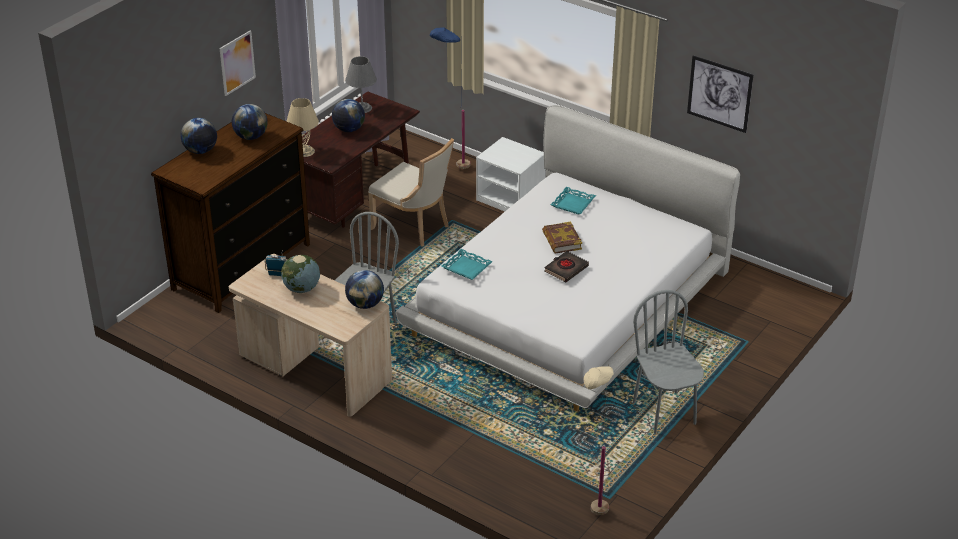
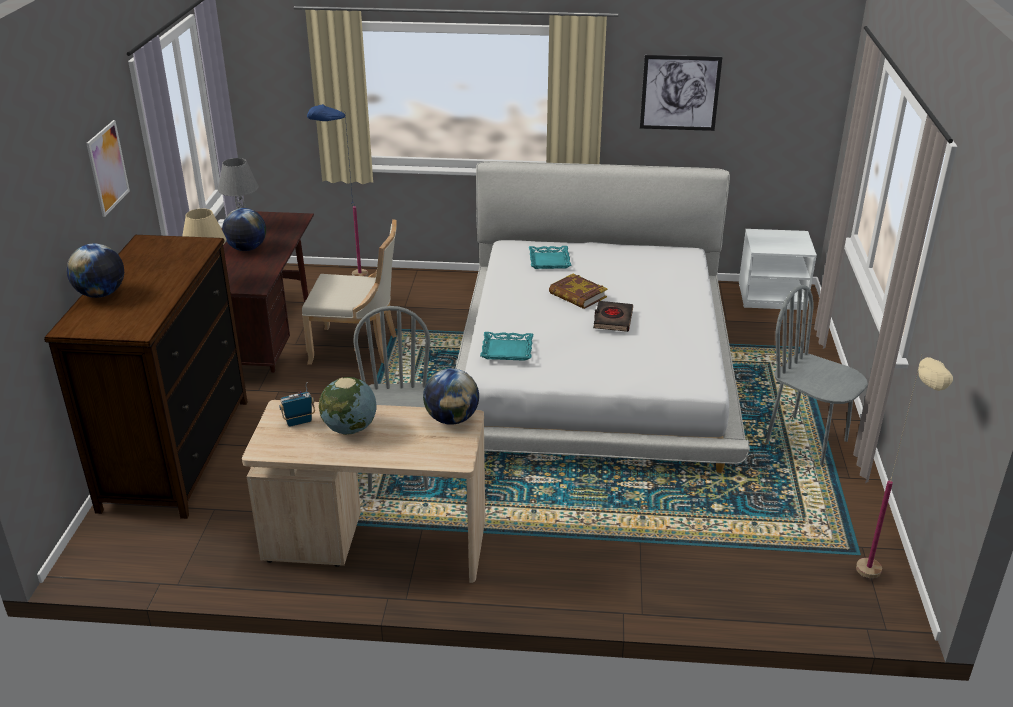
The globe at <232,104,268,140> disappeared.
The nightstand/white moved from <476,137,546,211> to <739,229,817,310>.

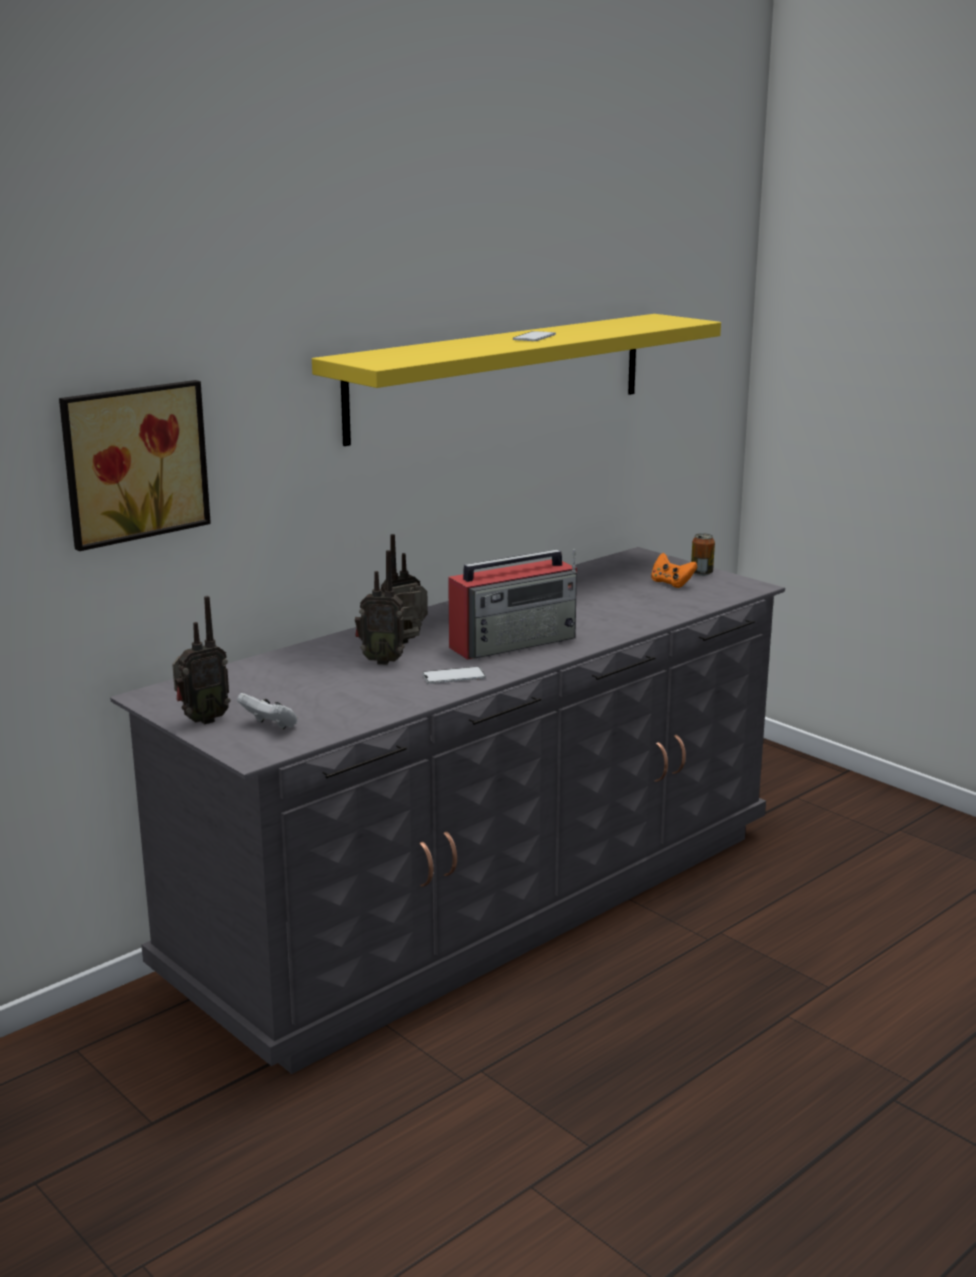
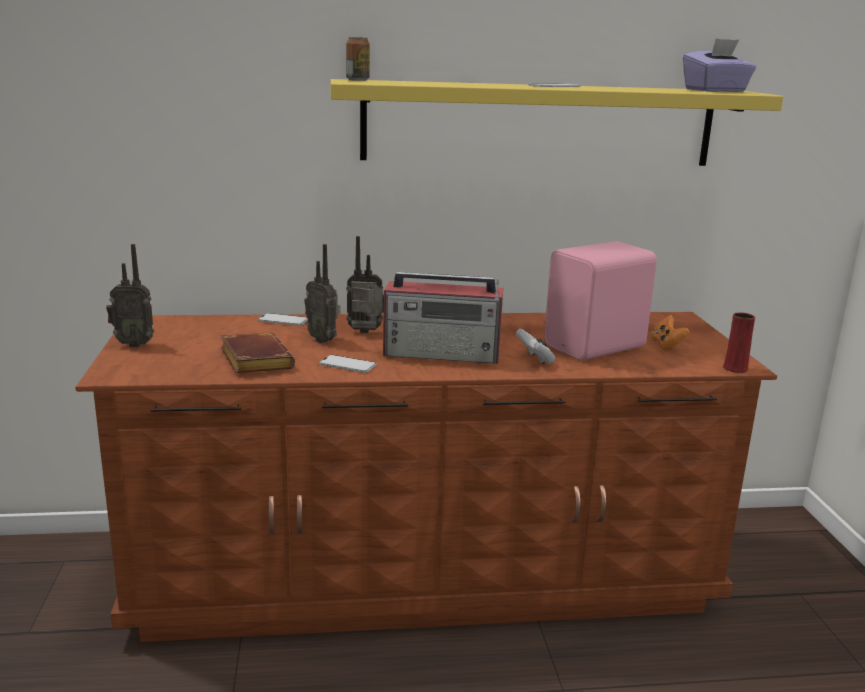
The picture at <59,380,211,551> disappeared.
The book/brown at <221,333,295,373> appeared.
The phone at <258,313,308,326> appeared.
The speaker/pink at <544,241,657,361> appeared.
The tissue box/purple at <683,38,756,92> appeared.
The vase/red at <723,312,755,373> appeared.
The game controller/white moved from <237,693,297,729> to <516,329,555,364>.
The can moved from <691,533,715,576> to <346,37,370,81>.
The dresser/grey at <110,547,785,1074> became the dresser/brown at <75,312,777,642>.

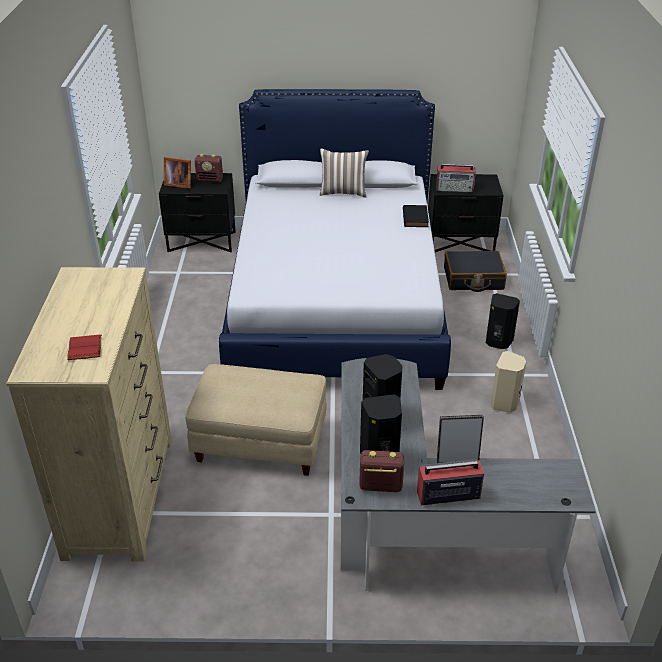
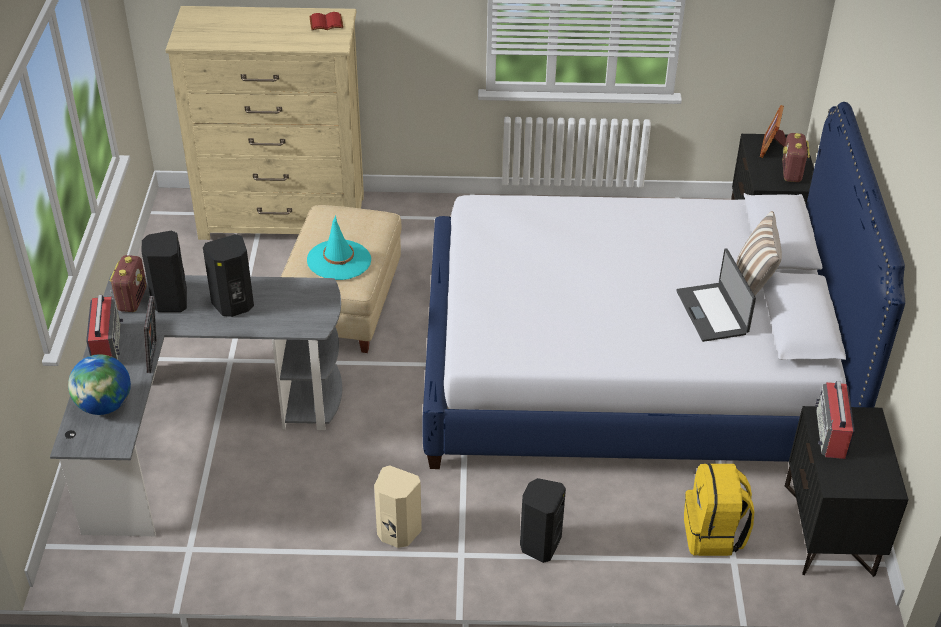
The book/black at <403,205,429,227> disappeared.
The globe at <68,354,131,415> appeared.
The hat/turquoise at <307,216,371,280> appeared.
The laptop at <676,248,756,342> appeared.
The book/red moved from <67,335,102,360> to <310,12,343,30>.
The suitcase/black at <444,251,507,292> was replaced by the backpack/yellow at <684,463,754,556>.

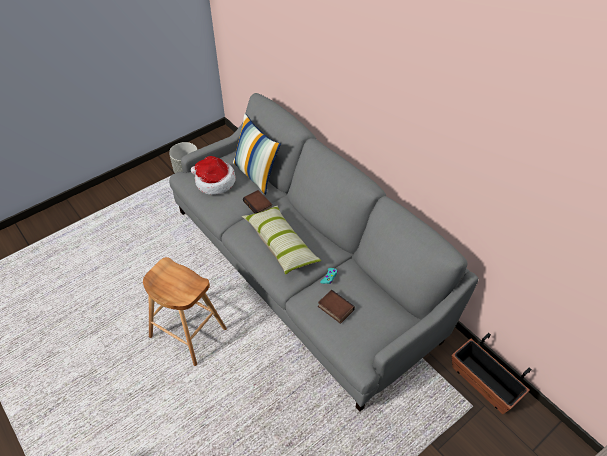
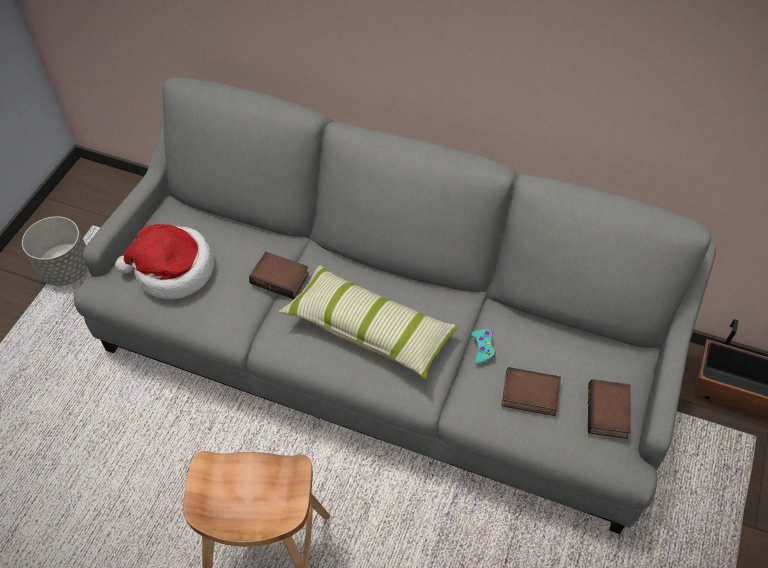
The pillow at <233,114,281,195> disappeared.
The book at <588,379,631,439> appeared.

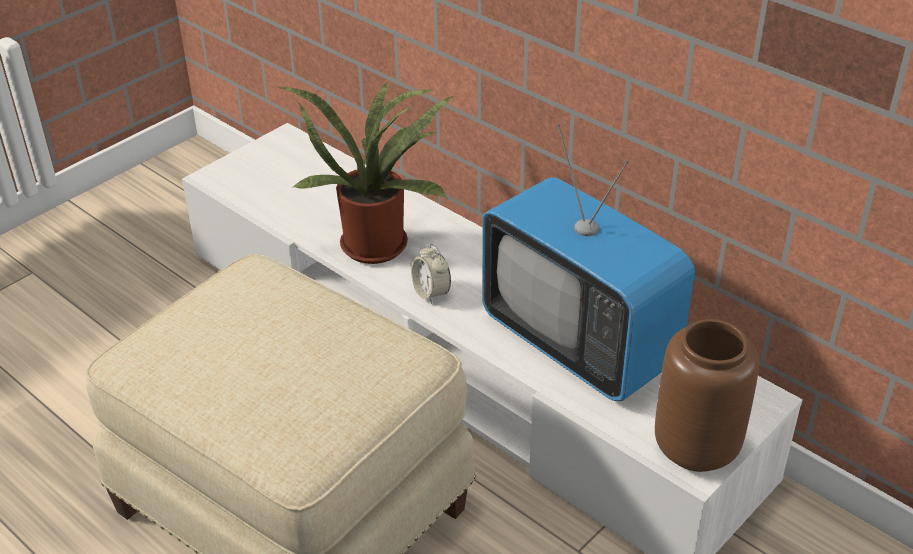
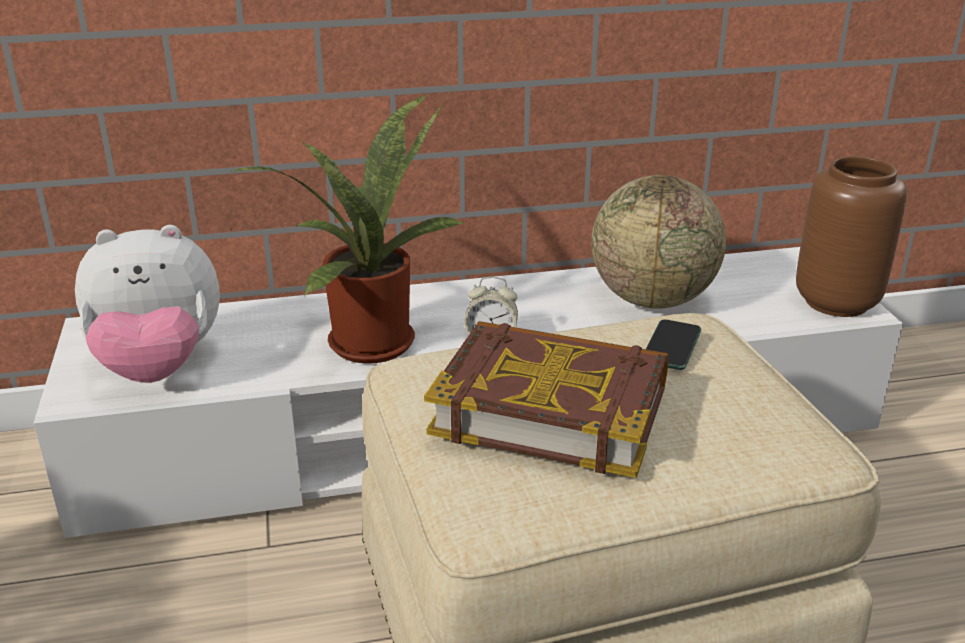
The plush toy at <75,225,220,383> appeared.
The book at <424,321,668,478> appeared.
The phone at <646,319,701,370> appeared.
The television at <482,124,695,401> was replaced by the globe at <591,175,726,308>.

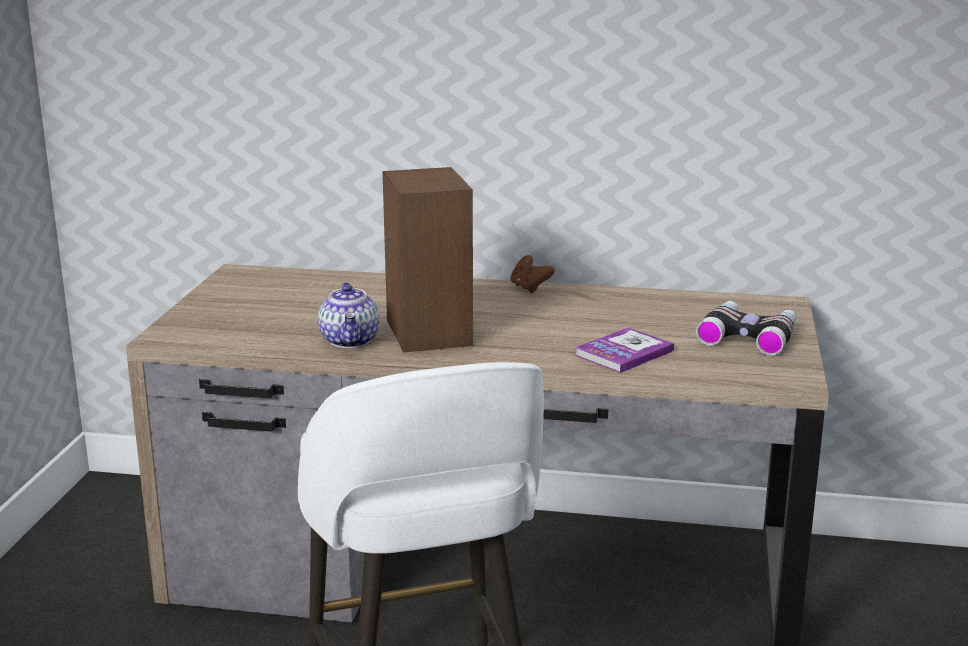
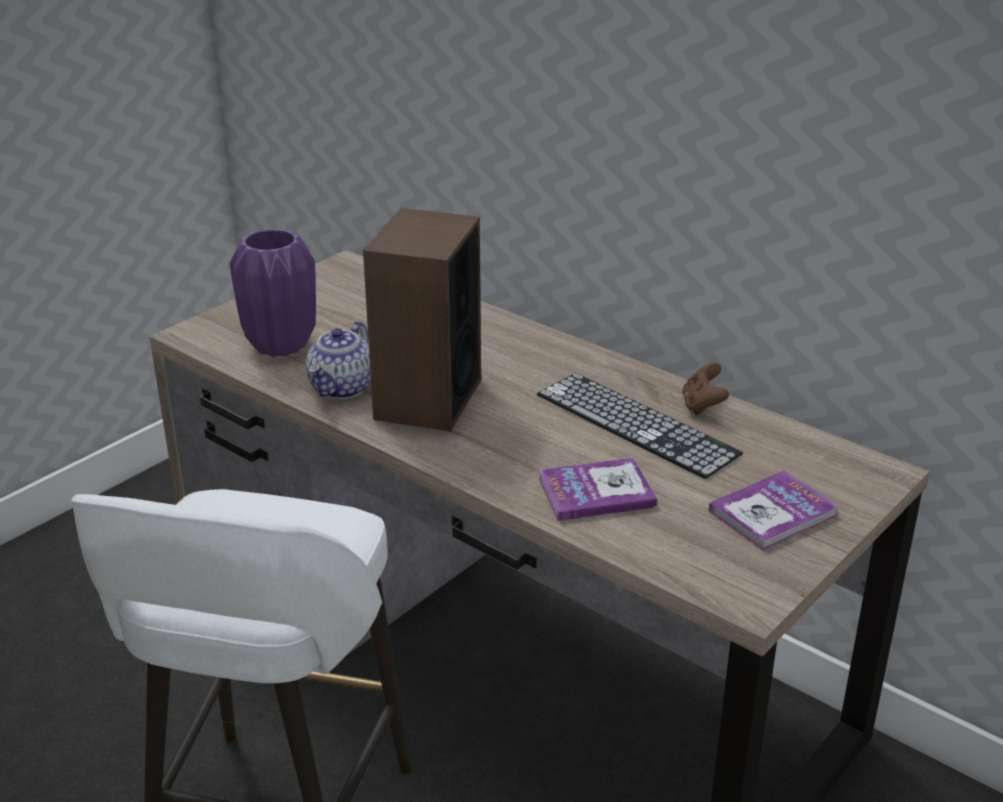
The vase/purple at <230,229,316,357> appeared.
The keyboard at <537,373,743,479> appeared.
The game controller/brown moved from <510,255,555,293> to <682,363,729,416>.
The binoculars at <696,301,796,356> was replaced by the book at <709,471,839,550>.

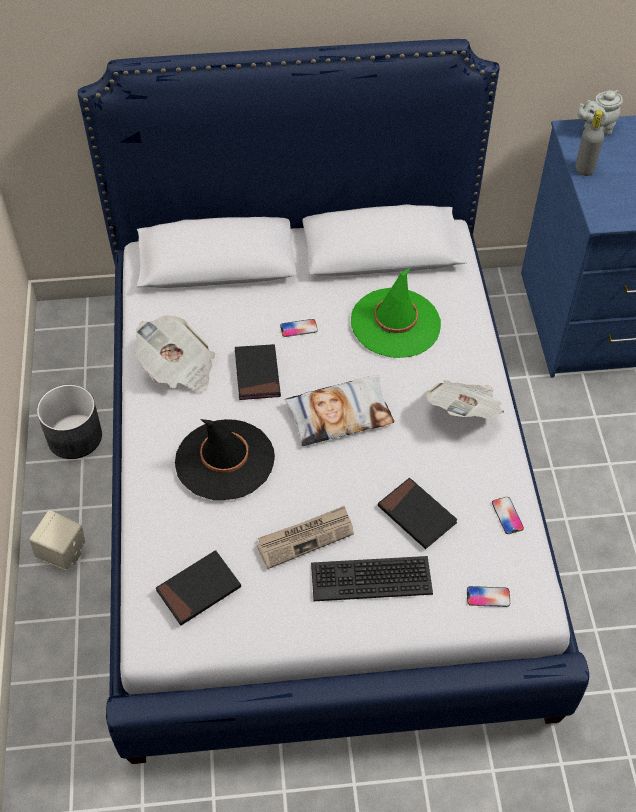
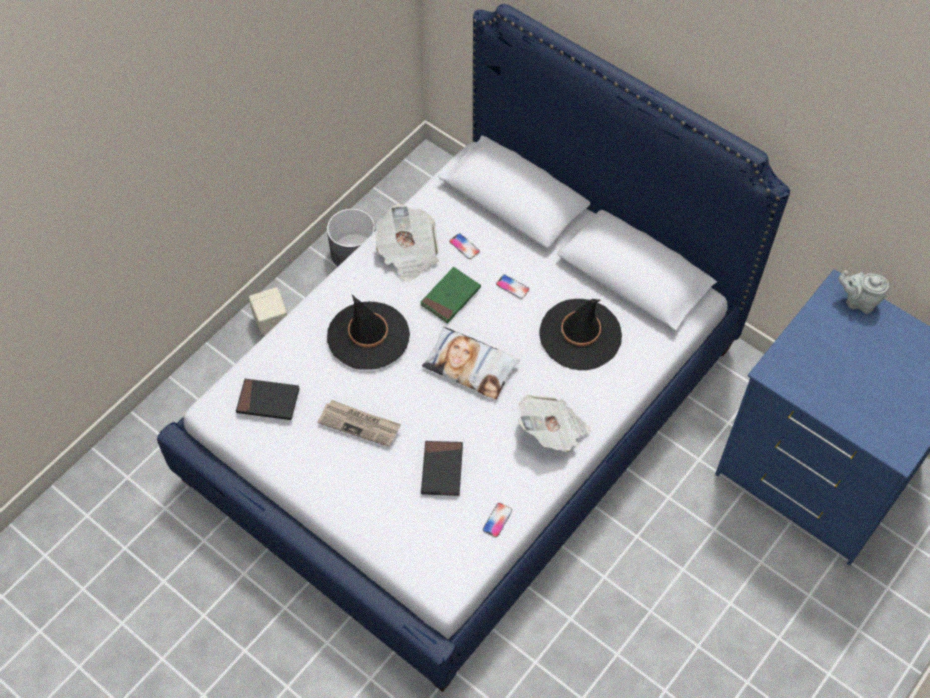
The keyboard at <311,556,433,601> disappeared.
The bottle/grey at <575,110,604,176> disappeared.
The phone moved from <467,586,510,607> to <449,233,480,259>.
The book/black at <235,344,281,400> became the book/green at <420,267,481,323>.
The hat/green at <351,267,441,358> became the hat/black at <539,299,622,370>.

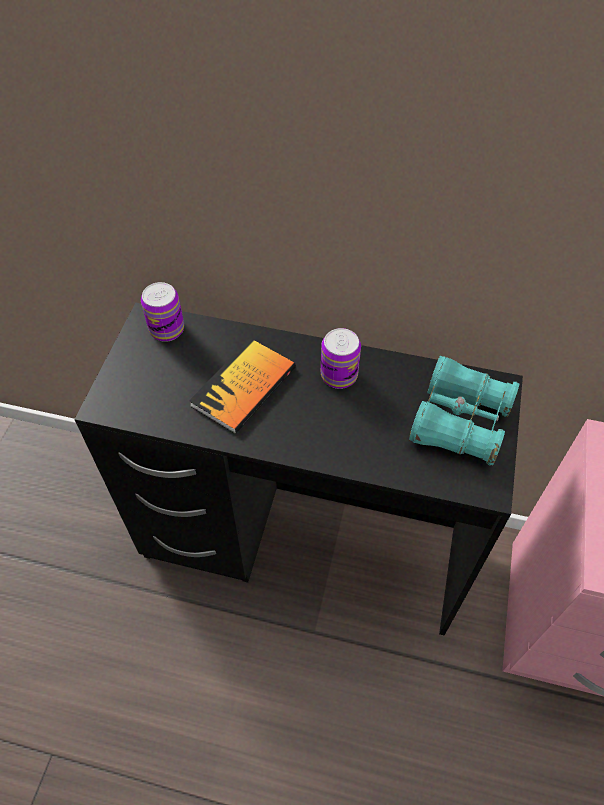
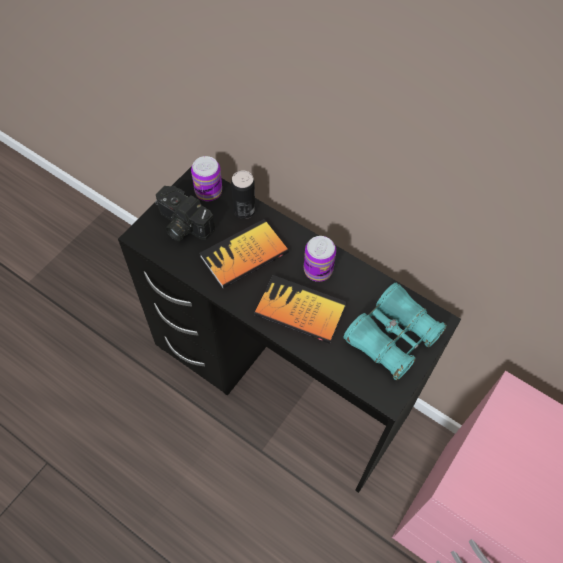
The photo camera at <155,186,215,241> appeared.
The can at <231,170,255,219> appeared.
The book at <254,275,346,344> appeared.

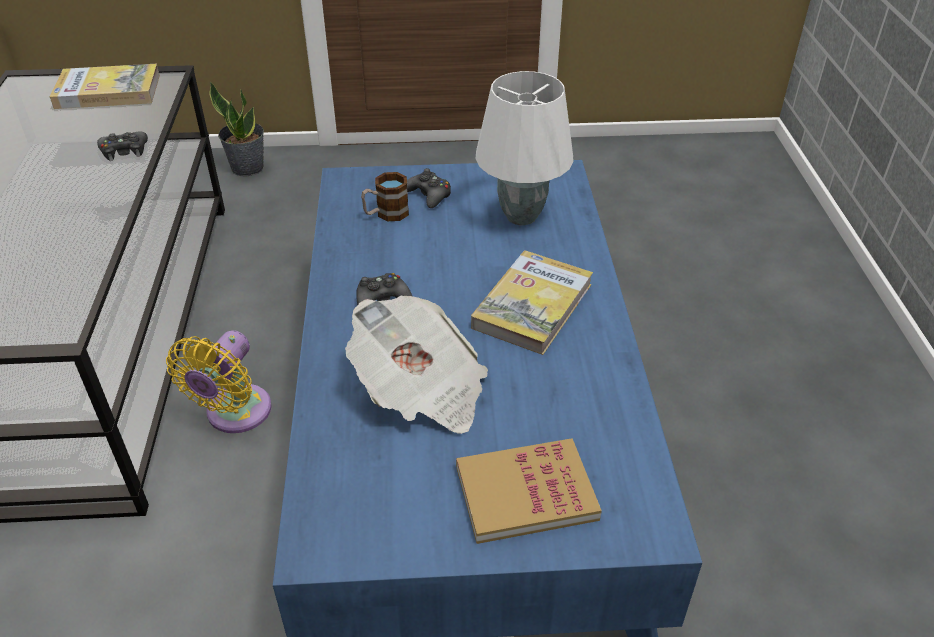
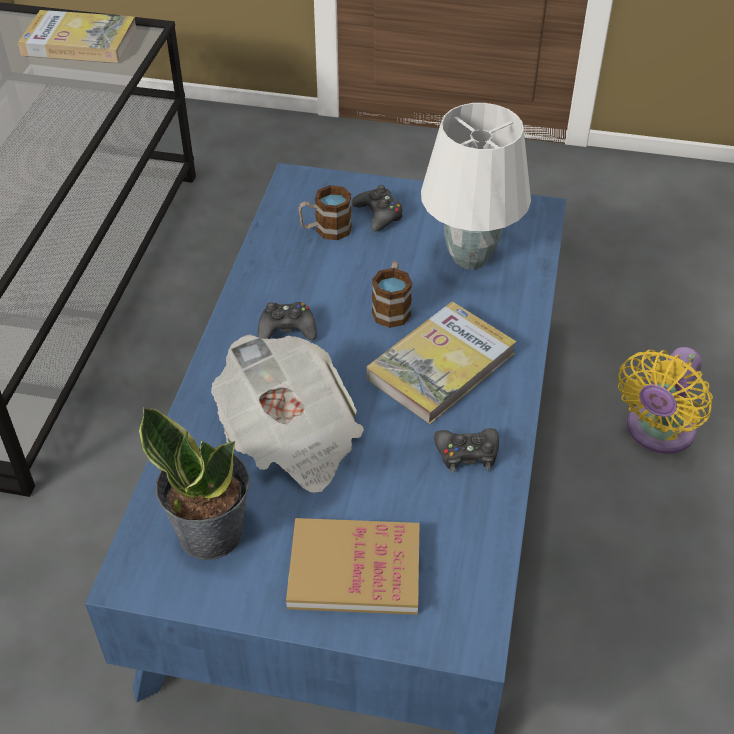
The mug at <372,261,412,328> appeared.
The game controller/black moved from <97,131,148,161> to <434,428,499,472>.
The fan/yellow moved from <166,330,272,433> to <618,347,713,454>.
The potted plant moved from <209,82,264,177> to <139,407,249,560>.

